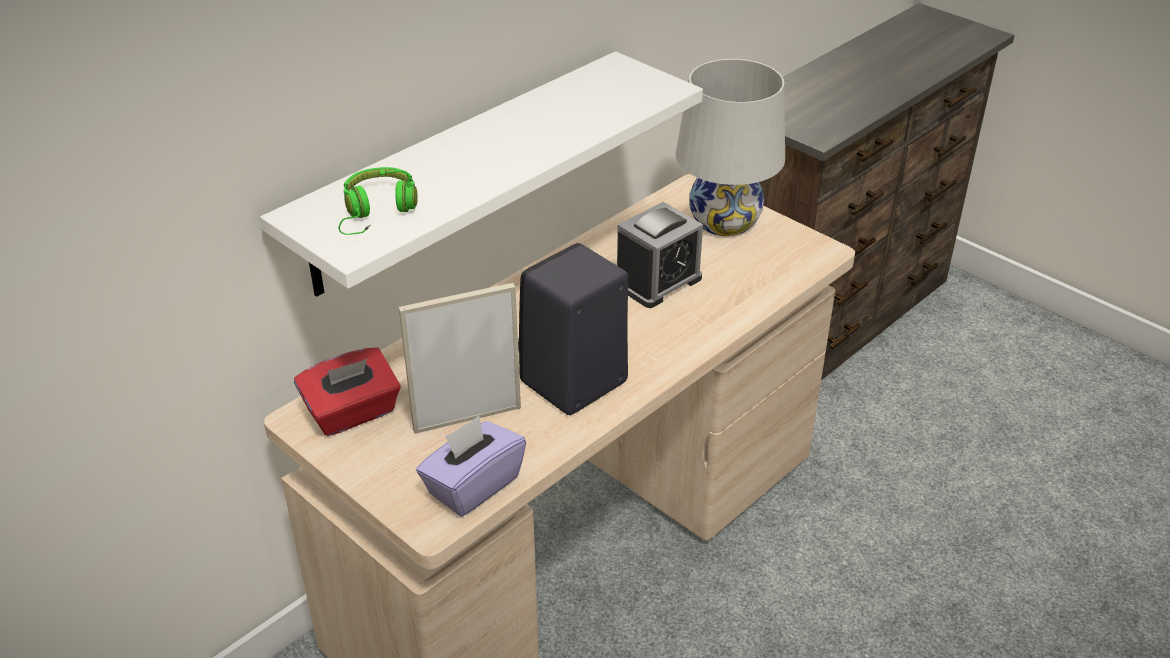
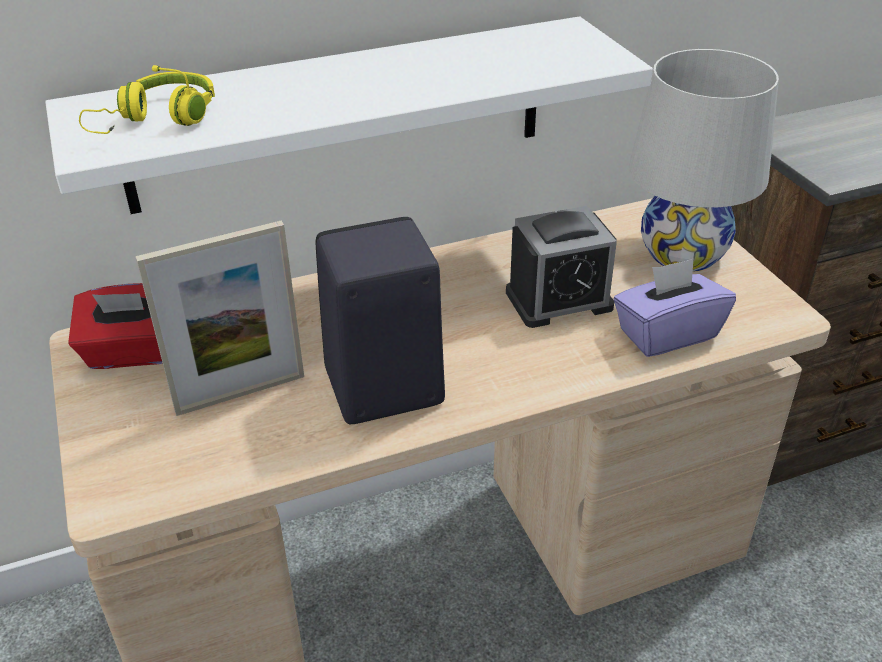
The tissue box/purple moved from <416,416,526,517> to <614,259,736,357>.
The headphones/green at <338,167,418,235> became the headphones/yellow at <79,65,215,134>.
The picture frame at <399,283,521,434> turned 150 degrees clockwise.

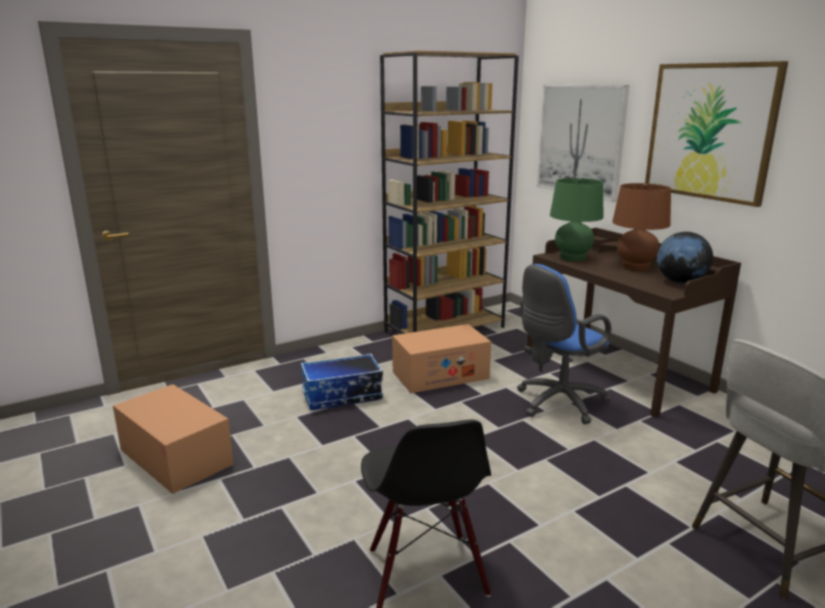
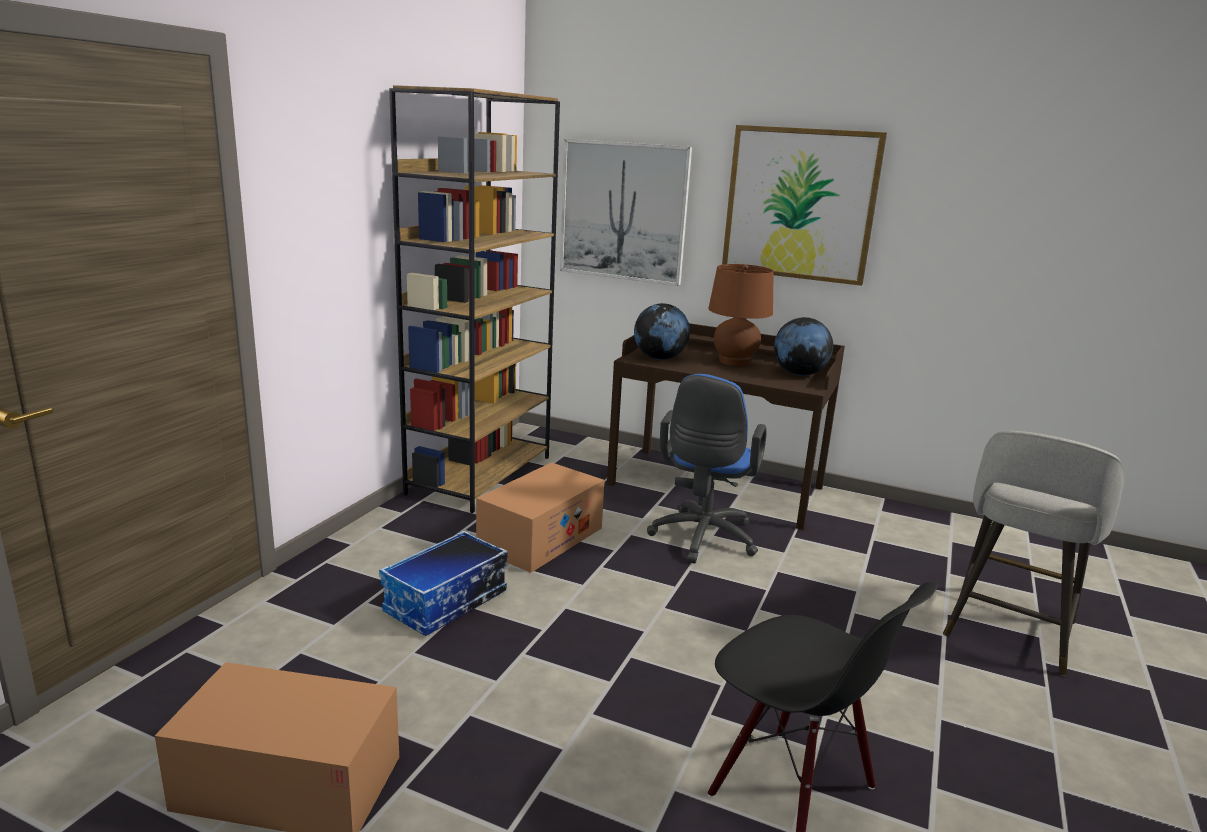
The table lamp/green at <550,178,603,261> was replaced by the globe at <634,303,690,360>.

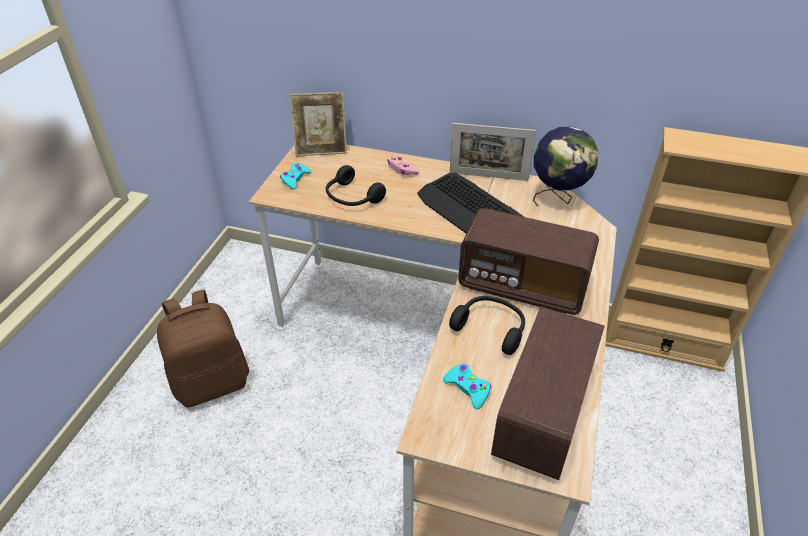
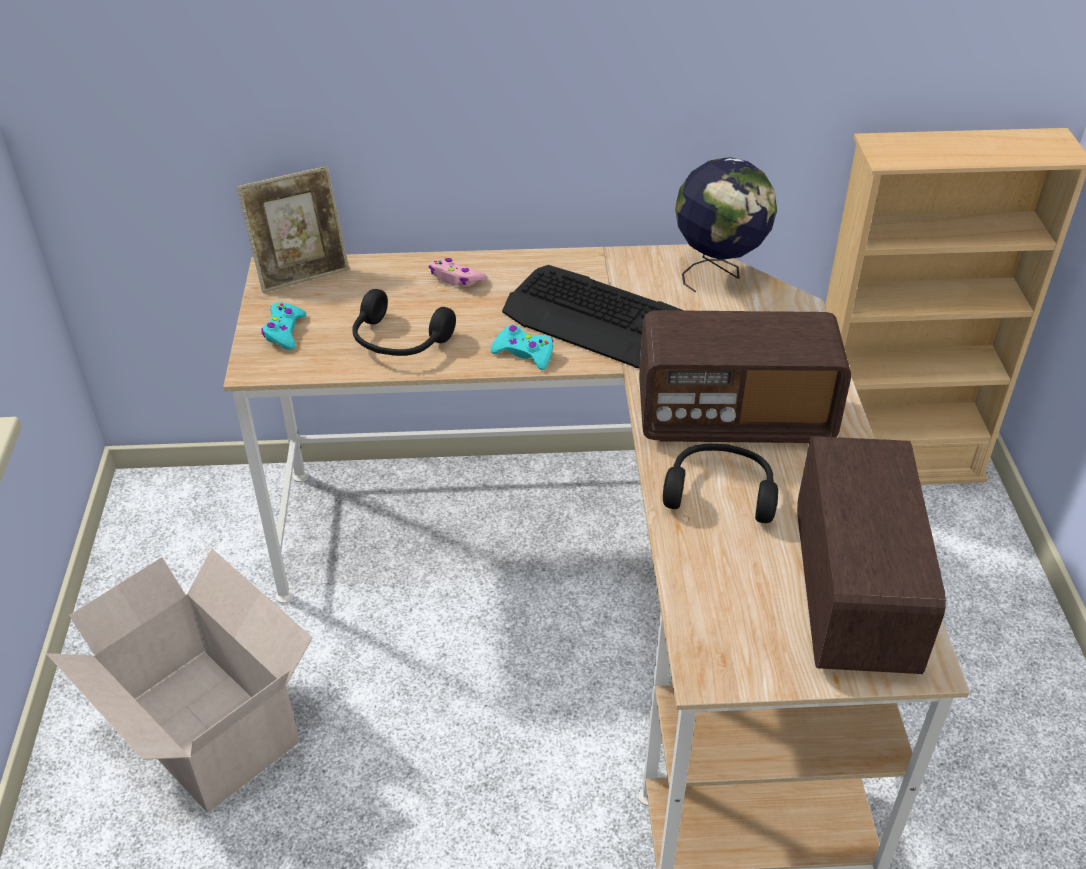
The picture frame at <450,123,536,181> disappeared.
The game controller/turquoise moved from <443,363,491,409> to <490,325,554,370>.
The backpack/brown at <157,290,249,408> was replaced by the cardboard box at <47,549,313,813>.

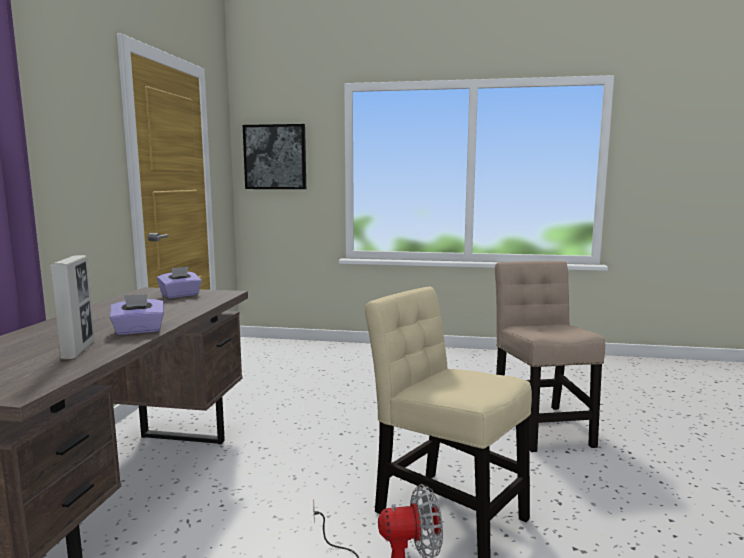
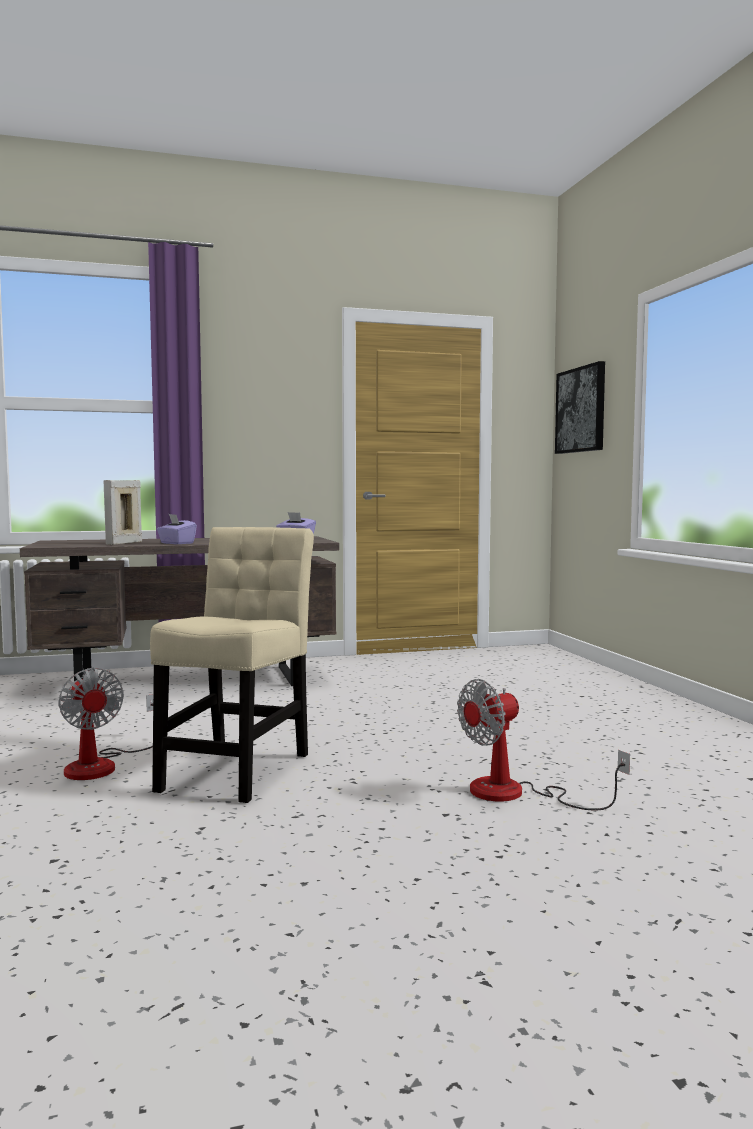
The chair/beige at <495,261,605,452> was replaced by the fan at <457,679,630,811>.
The picture frame at <50,255,95,359> turned 150 degrees clockwise.

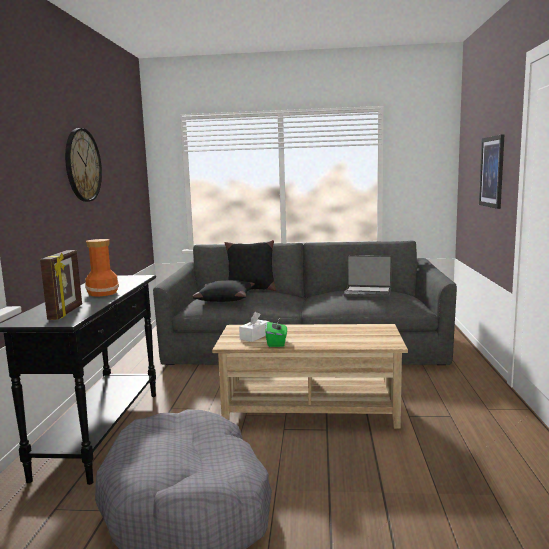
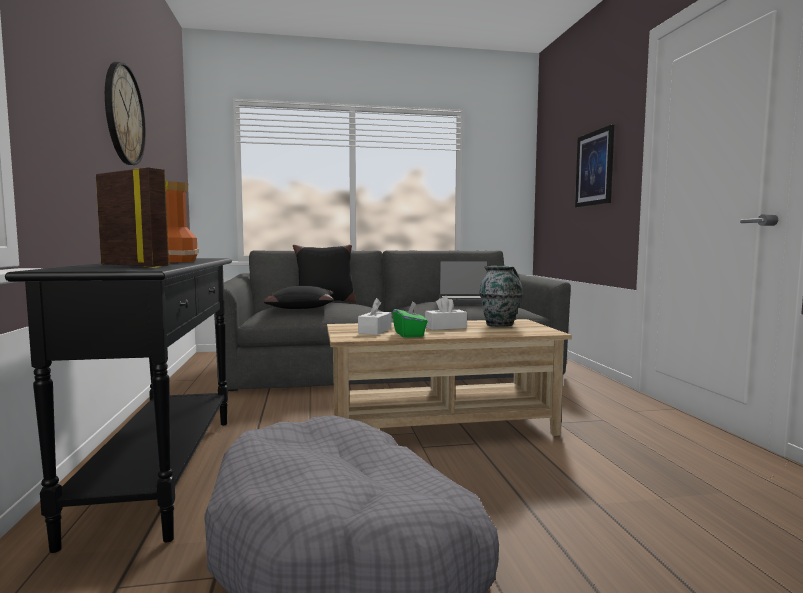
The tissue box/white at <425,296,467,330> appeared.
The vase at <479,266,523,327> appeared.
The picture frame at <40,250,82,320> turned 45 degrees counterclockwise.

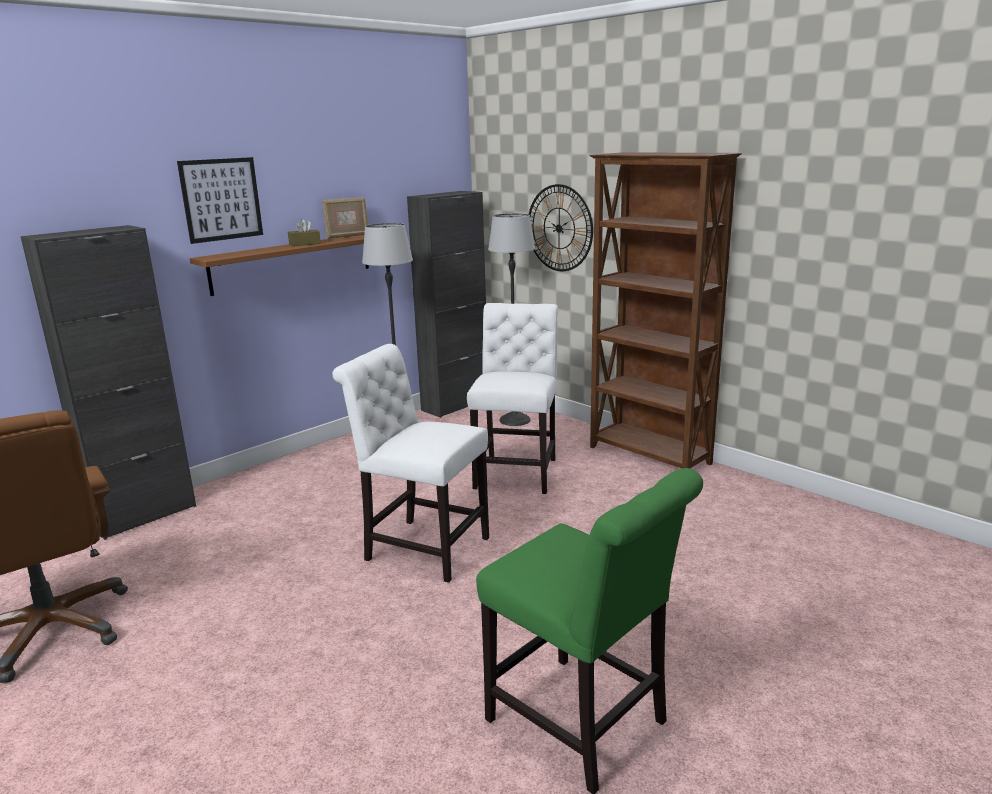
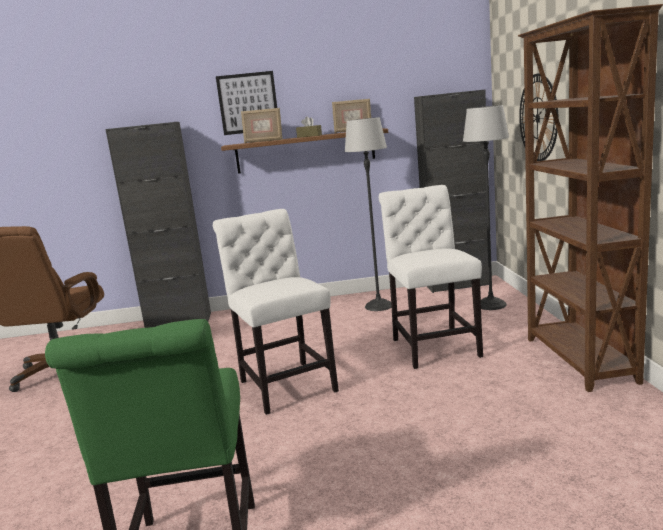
The picture frame at <241,108,283,143> appeared.
The chair/white at <467,303,558,494> turned 60 degrees counterclockwise.

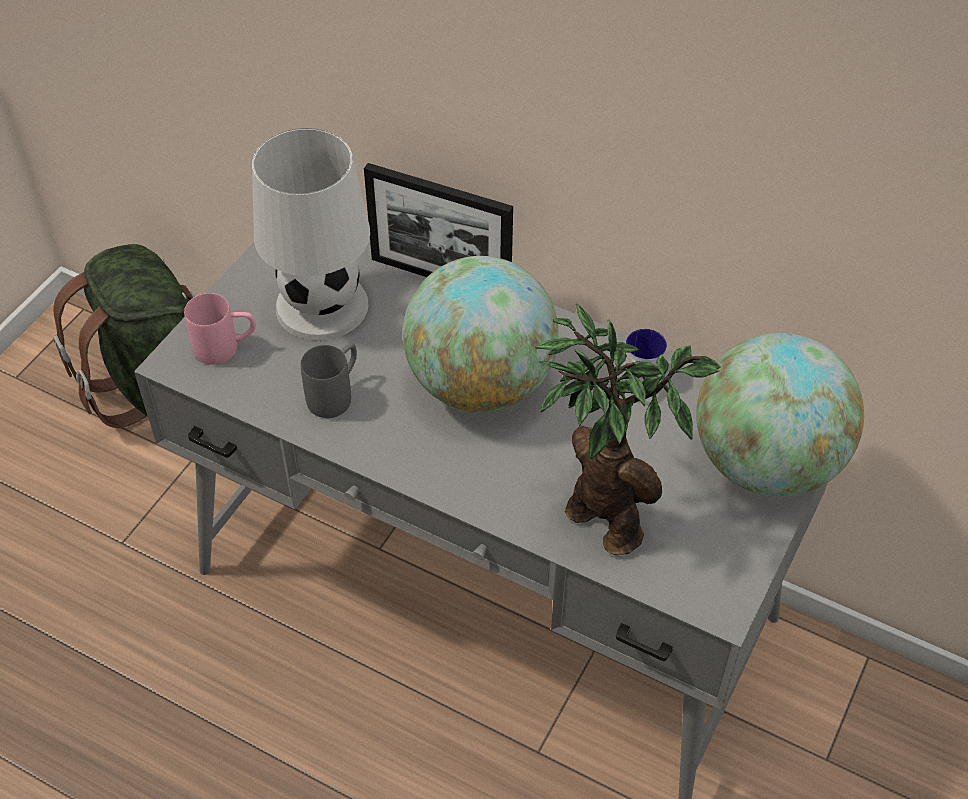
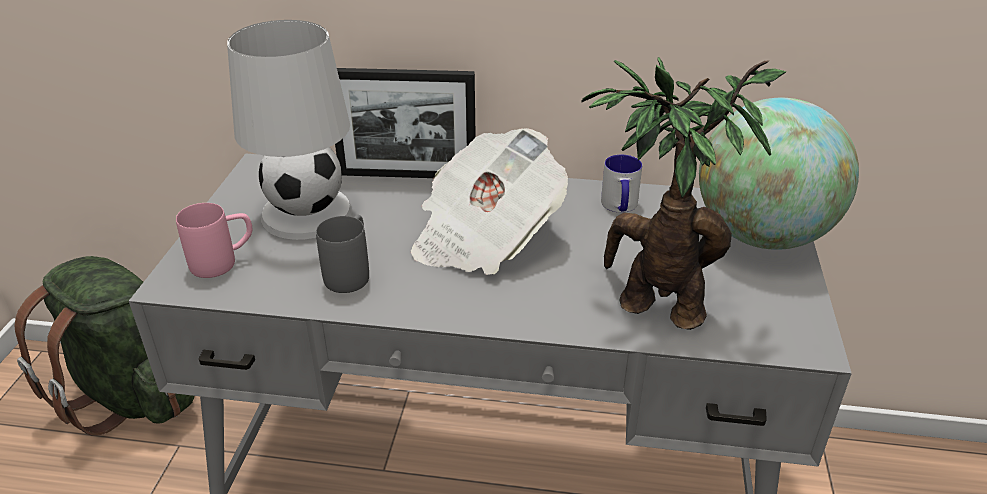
The globe at <403,256,559,412> was replaced by the newspaper at <411,128,568,275>.

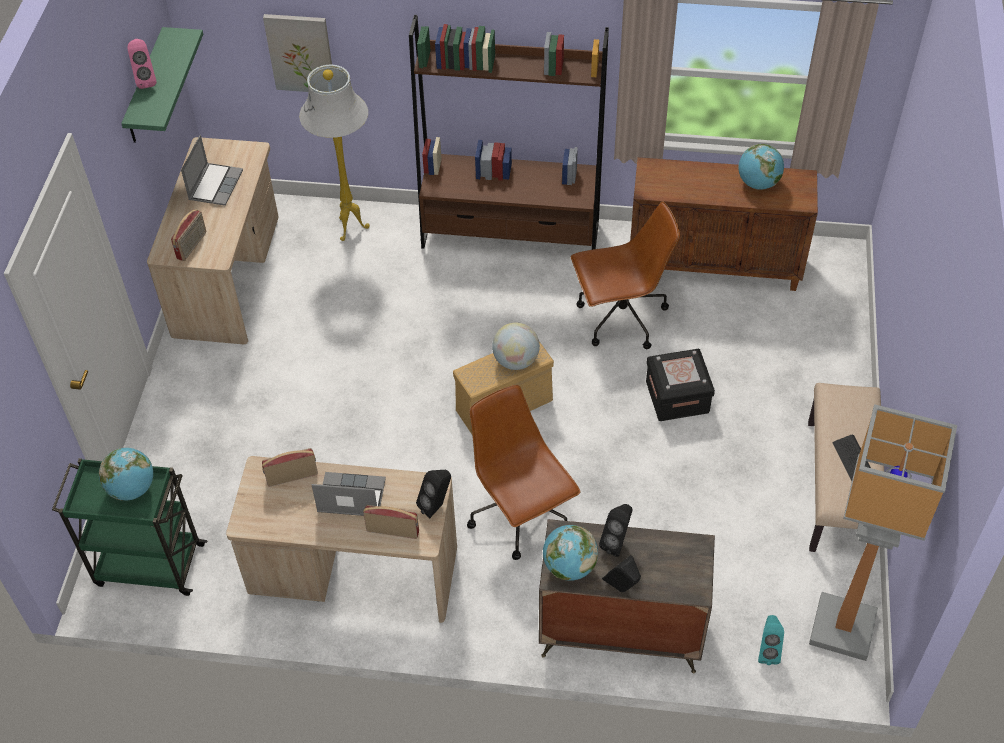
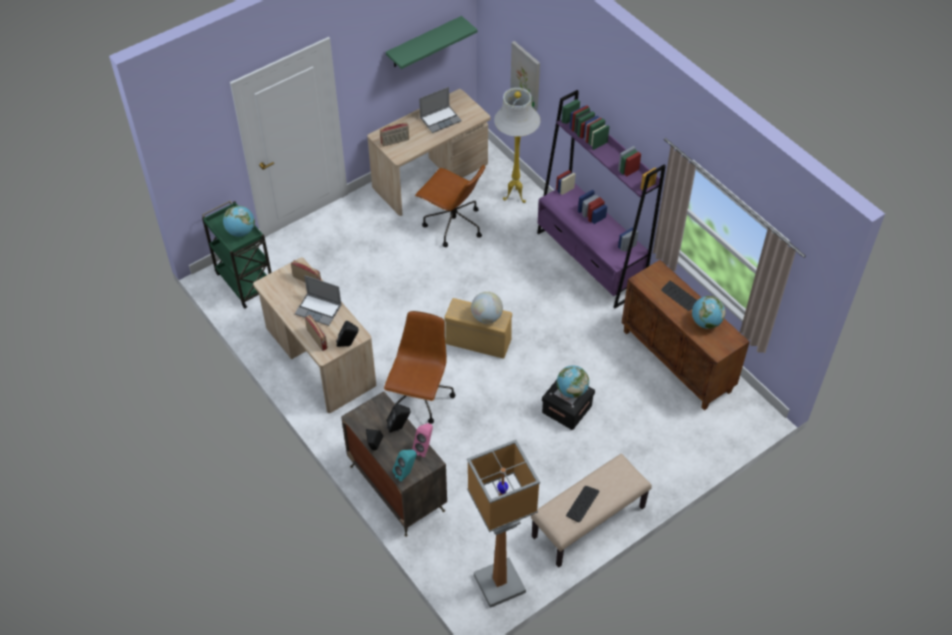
The keyboard at <661,281,697,311> appeared.
The speaker/pink moved from <127,39,156,89> to <412,423,433,458>.
The globe moved from <543,525,598,581> to <556,366,589,398>.
The office chair/brown moved from <571,201,680,349> to <415,165,485,247>.
The speaker/turquoise moved from <758,615,784,665> to <392,450,417,482>.
The bookcase/brown at <409,15,609,250> became the bookcase/purple at <537,90,666,308>.
The laptop at <311,472,386,516> turned 150 degrees clockwise.

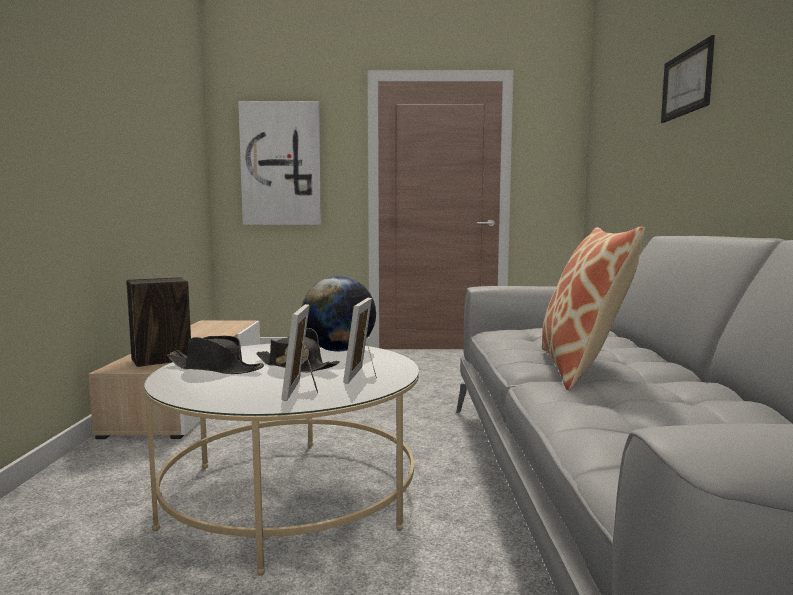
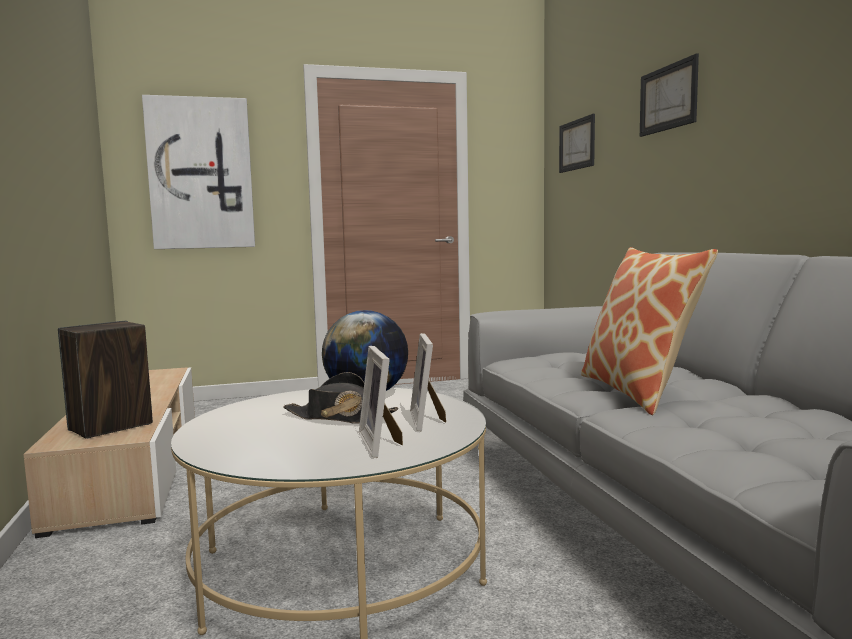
The hat/black at <166,336,264,374> disappeared.
The picture at <559,114,595,173> appeared.

